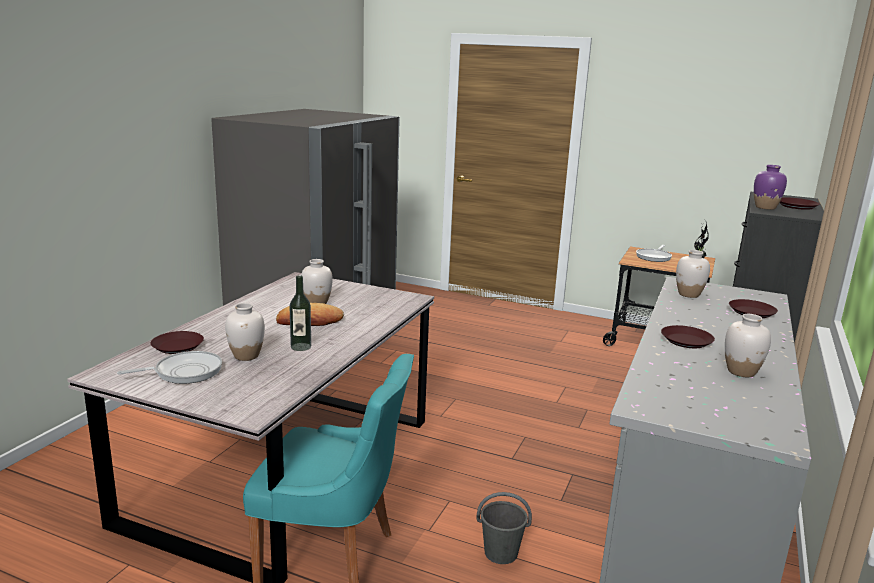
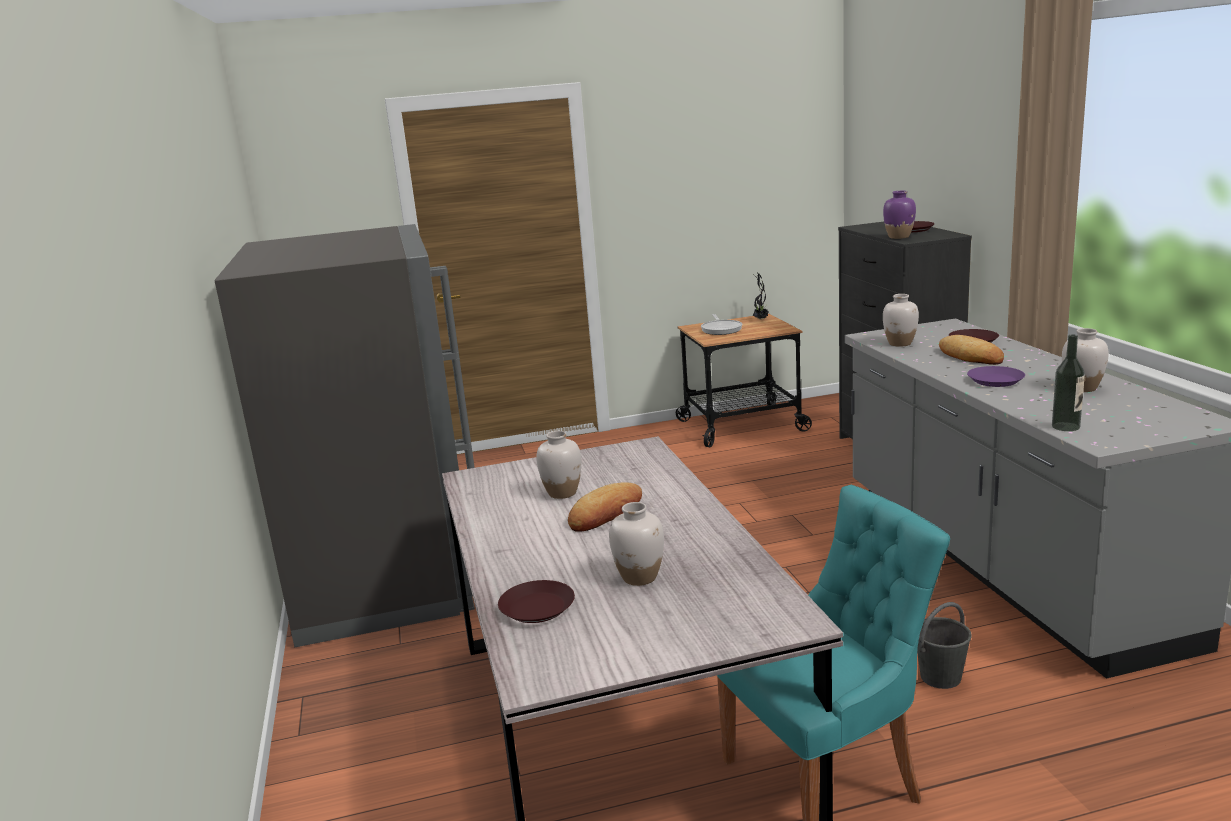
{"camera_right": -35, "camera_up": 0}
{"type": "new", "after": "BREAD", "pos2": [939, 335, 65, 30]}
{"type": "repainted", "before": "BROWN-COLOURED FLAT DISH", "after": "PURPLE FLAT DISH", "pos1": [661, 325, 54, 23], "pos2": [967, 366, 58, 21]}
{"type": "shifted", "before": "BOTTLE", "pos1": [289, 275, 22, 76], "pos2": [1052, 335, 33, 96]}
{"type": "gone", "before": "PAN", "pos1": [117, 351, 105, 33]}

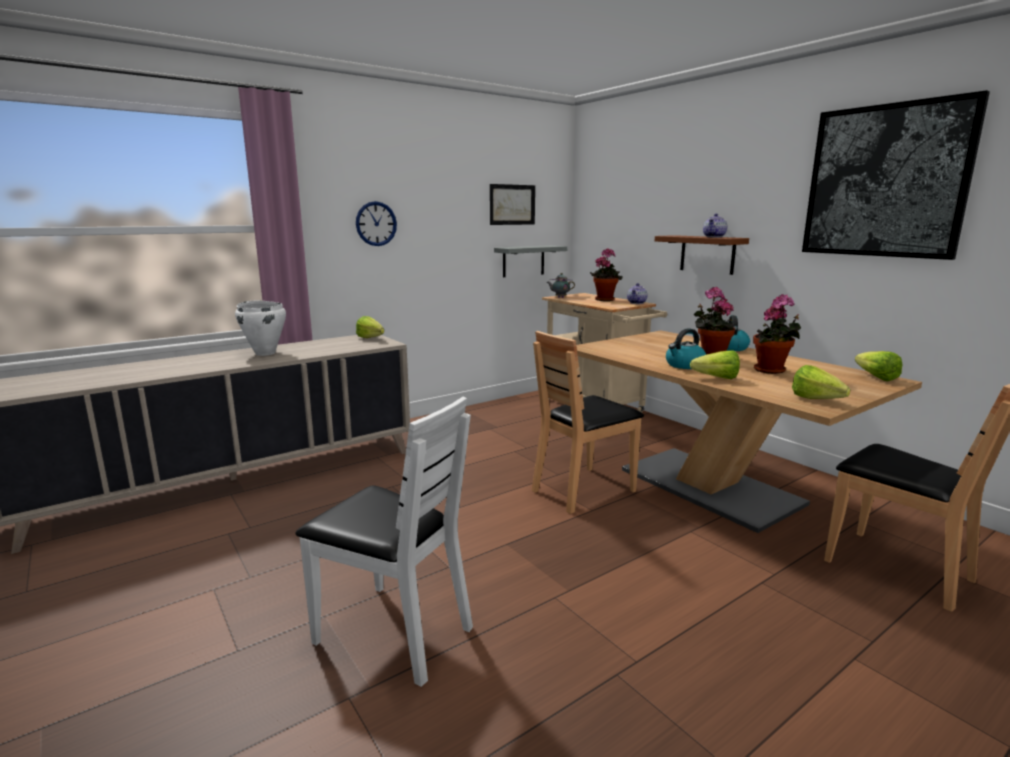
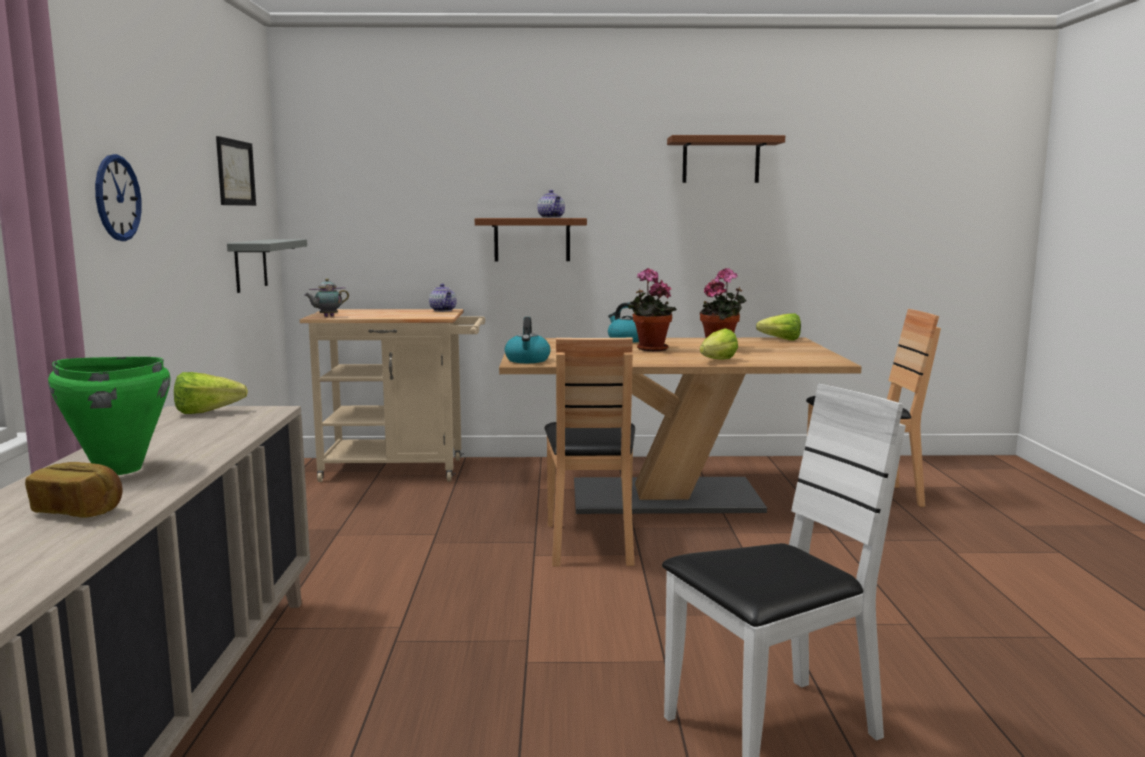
{"camera_right": -55, "camera_up": -5}
{"type": "new", "after": "BREAD", "pos2": [25, 462, 98, 56]}
{"type": "repainted", "before": "WHITISH COOKING POT", "after": "GREEN-COLOURED COOKING POT", "pos1": [235, 301, 51, 55], "pos2": [48, 357, 123, 118]}
{"type": "shifted", "before": "TEA KETTLE", "pos1": [666, 328, 40, 41], "pos2": [505, 317, 46, 46]}
{"type": "swapped", "before": "WALL ART", "after": "BROWN-COLOURED BRACKET SHELF", "pos1": [802, 90, 188, 170], "pos2": [667, 135, 118, 48]}
{"type": "gone", "before": "PLANT IN A POT", "pos1": [590, 248, 33, 53]}
{"type": "gone", "before": "LETTUCE HEAD", "pos1": [792, 365, 58, 34]}

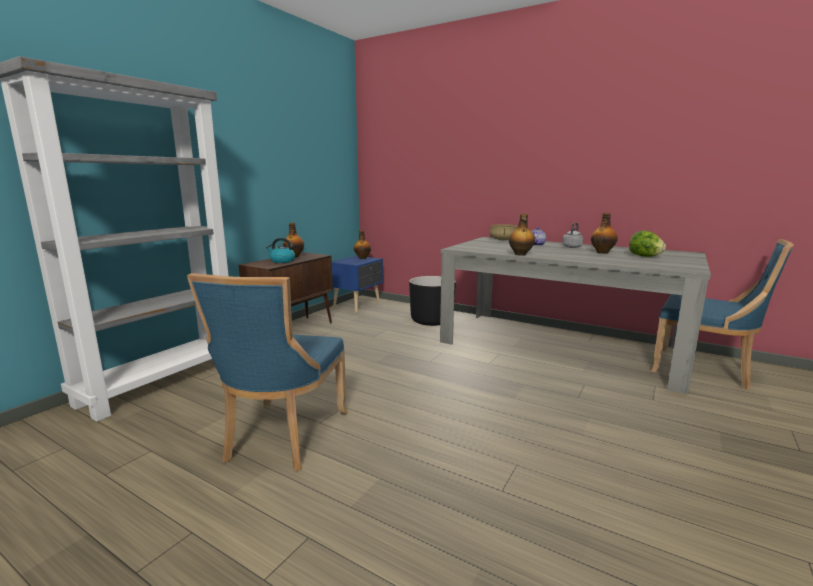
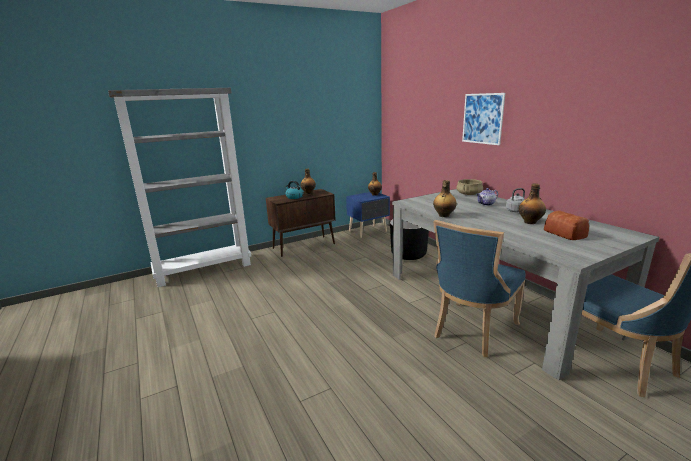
{"camera_right": 30, "camera_up": 5}
{"type": "shifted", "before": "BLUE PLAIN CHAIR", "pos1": [187, 273, 161, 198], "pos2": [433, 220, 93, 137]}
{"type": "new", "after": "WALL ART", "pos2": [462, 93, 43, 52]}
{"type": "swapped", "before": "LETTUCE HEAD", "after": "BREAD", "pos1": [629, 231, 37, 26], "pos2": [544, 210, 45, 30]}

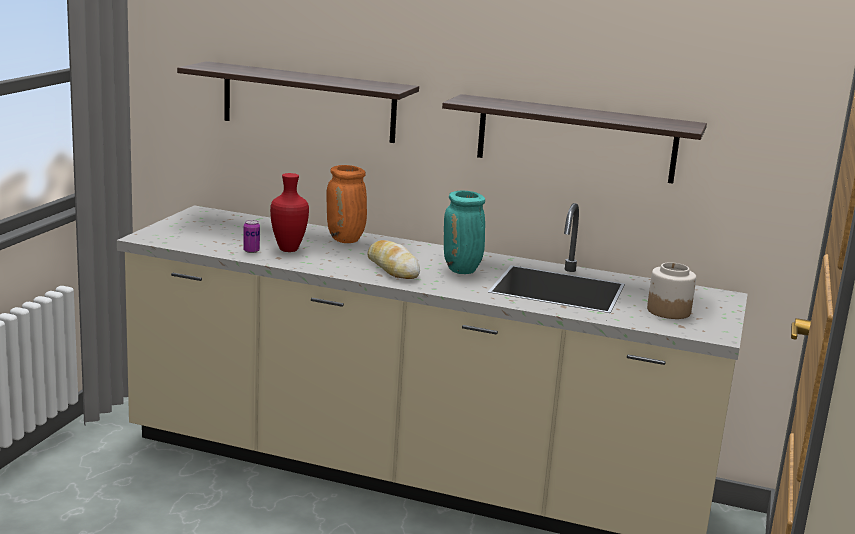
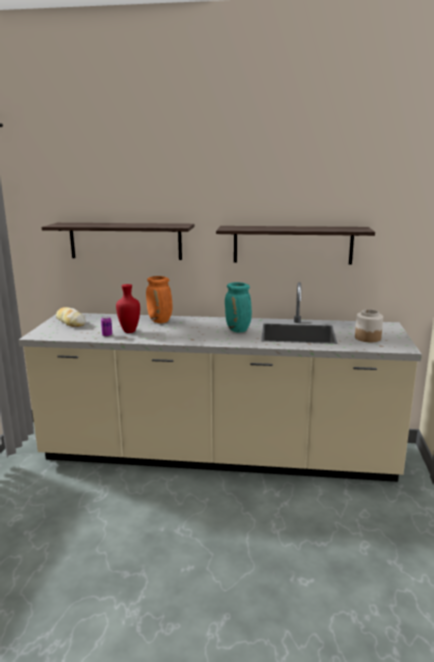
{"camera_right": -10, "camera_up": 0}
{"type": "shifted", "before": "BREAD", "pos1": [367, 240, 53, 39], "pos2": [56, 307, 30, 20]}

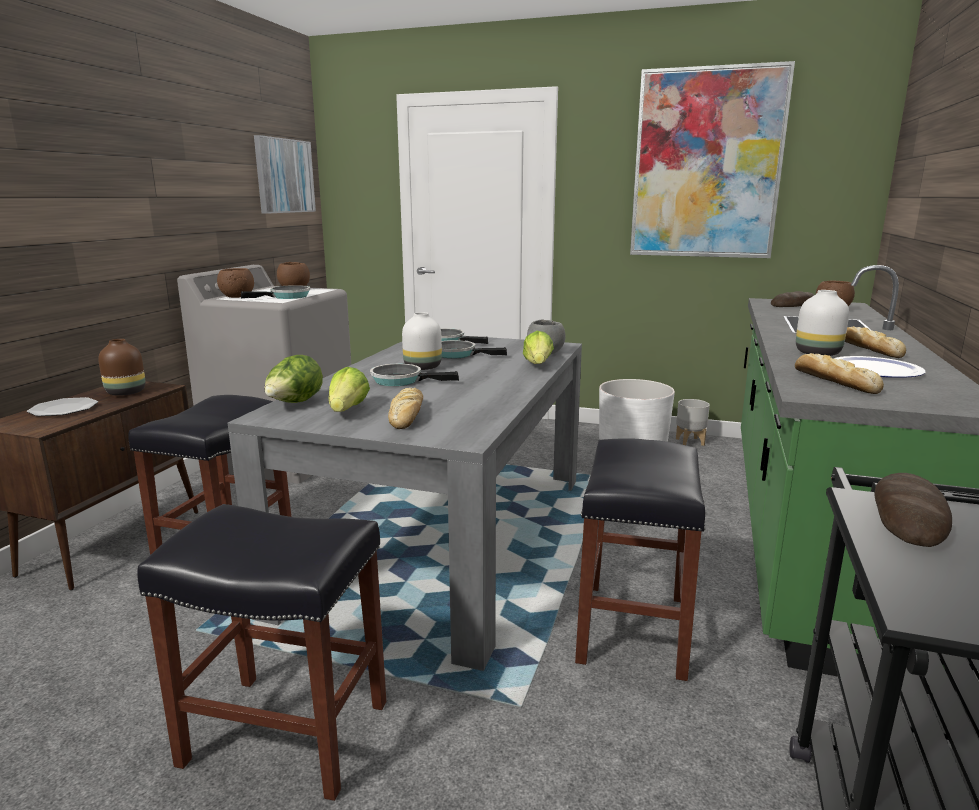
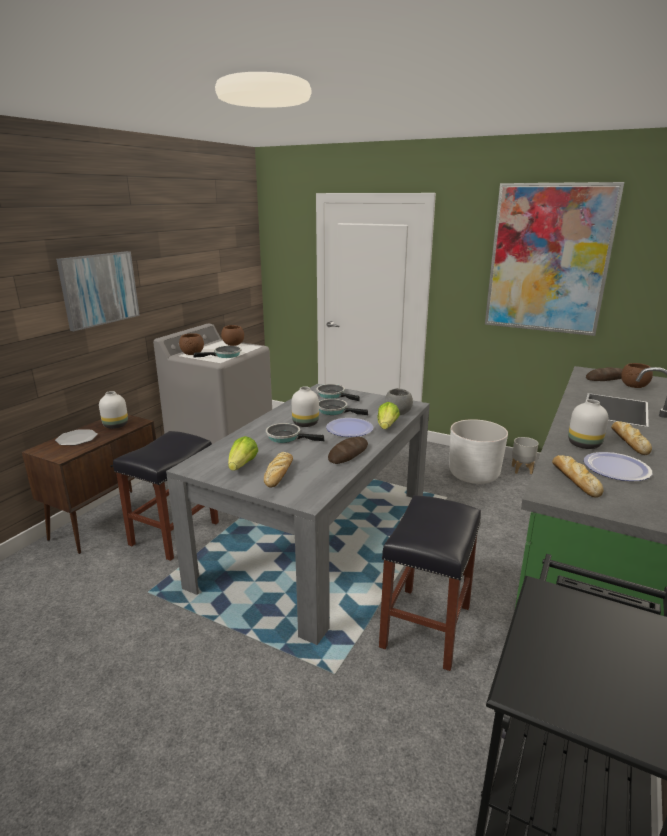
{"camera_right": 10, "camera_up": 5}
{"type": "shifted", "before": "WALL ART", "pos1": [254, 135, 62, 79], "pos2": [56, 251, 84, 80]}
{"type": "repainted", "before": "BROWN-COLOURED DECORATIVE VASE", "after": "WHITISH DECORATIVE VASE", "pos1": [98, 339, 47, 57], "pos2": [99, 391, 29, 38]}
{"type": "new", "after": "FLAT DISH", "pos2": [326, 418, 48, 19]}
{"type": "shifted", "before": "BREAD", "pos1": [874, 473, 78, 74], "pos2": [328, 437, 40, 27]}
{"type": "gone", "before": "BLACK-COLOURED STOOL SEAT", "pos1": [137, 504, 249, 297]}
{"type": "gone", "before": "LETTUCE HEAD", "pos1": [264, 355, 59, 48]}

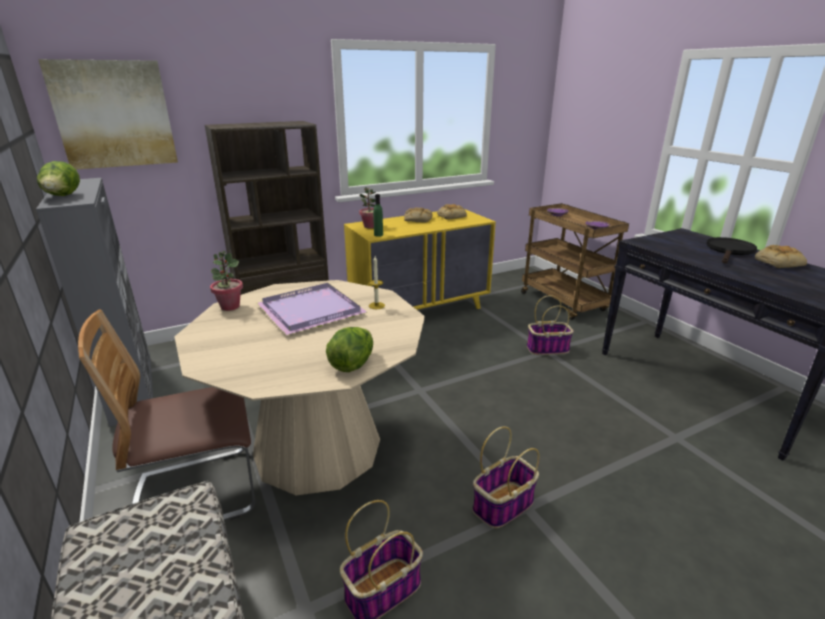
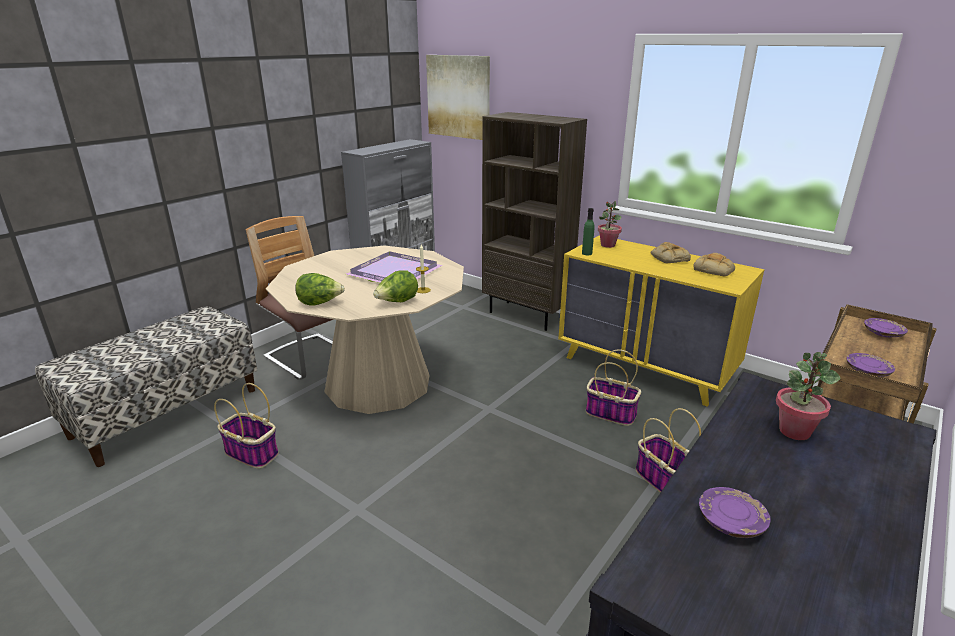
{"camera_right": 65, "camera_up": 0}
{"type": "shifted", "before": "LETTUCE HEAD", "pos1": [37, 161, 43, 35], "pos2": [373, 270, 45, 32]}
{"type": "shifted", "before": "STORAGE BASKET", "pos1": [473, 426, 67, 102], "pos2": [586, 349, 55, 77]}
{"type": "new", "after": "PURPLE FLAT DISH", "pos2": [699, 487, 72, 51]}
{"type": "shifted", "before": "PLANT IN A POT", "pos1": [210, 251, 33, 60], "pos2": [776, 352, 65, 88]}
{"type": "gone", "before": "BLACK-COLOURED PAN", "pos1": [707, 237, 50, 26]}
{"type": "gone", "before": "BREAD", "pos1": [755, 245, 52, 23]}

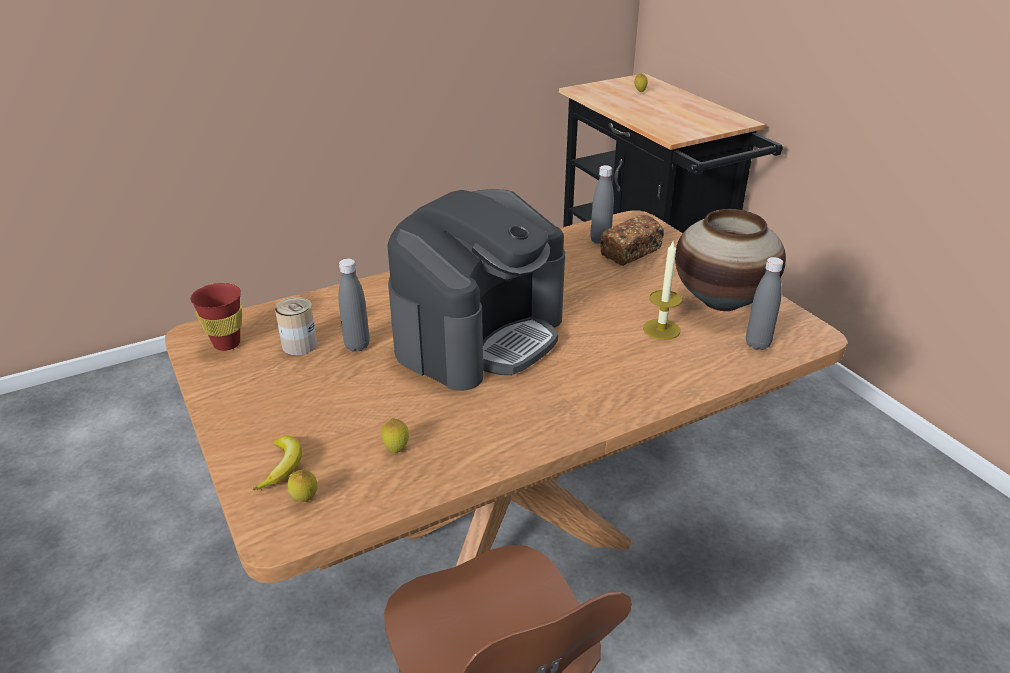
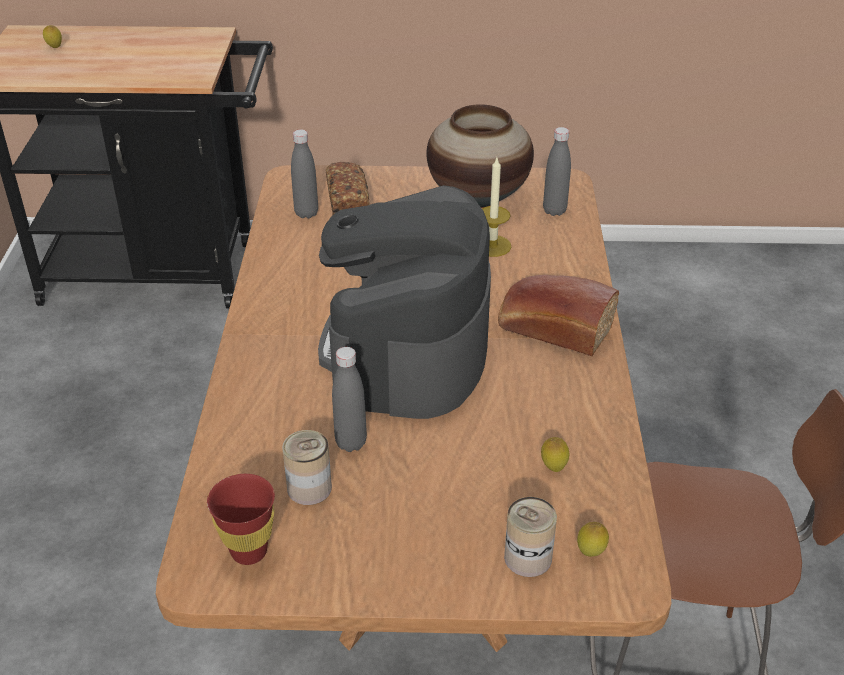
{"camera_right": -60, "camera_up": 5}
{"type": "rotated", "before": "COFFEE MACHINE", "pos1": [387, 189, 178, 202], "pos2": [318, 185, 173, 234], "turn": -150}
{"type": "new", "after": "BREAD", "pos2": [498, 275, 121, 81]}
{"type": "swapped", "before": "BANANA", "after": "METAL CAN", "pos1": [253, 436, 49, 54], "pos2": [504, 497, 53, 80]}

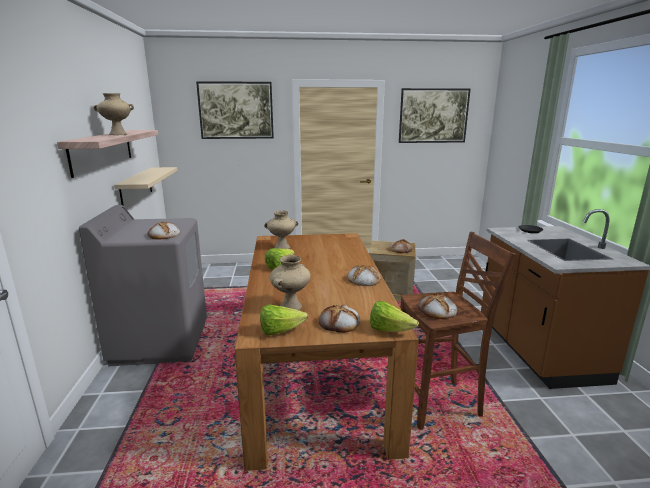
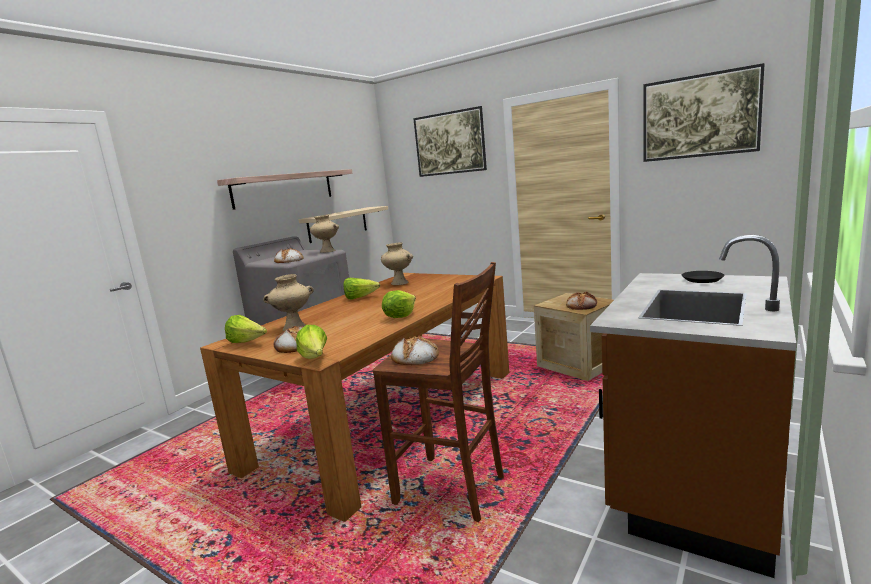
{"camera_right": 40, "camera_up": -5}
{"type": "shifted", "before": "BEIGE-COLOURED DECORATIVE VASE", "pos1": [94, 93, 40, 42], "pos2": [310, 215, 29, 38]}
{"type": "swapped", "before": "BREAD", "after": "LETTUCE HEAD", "pos1": [347, 265, 34, 21], "pos2": [382, 290, 34, 28]}

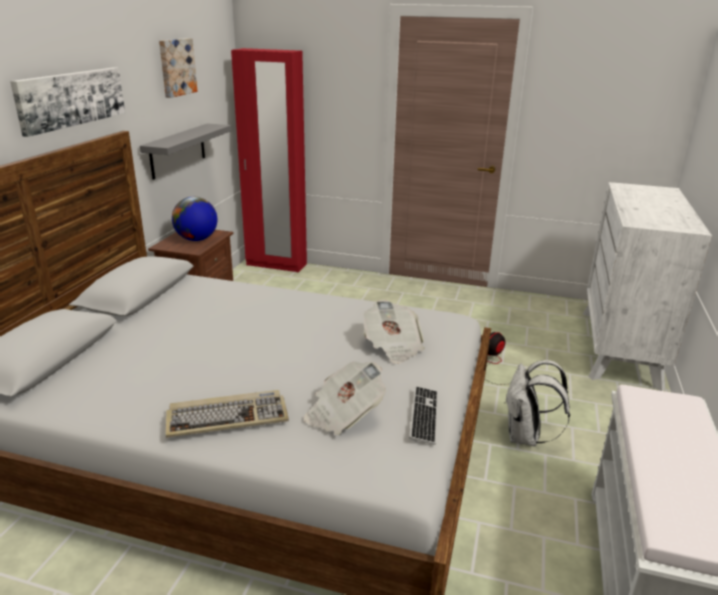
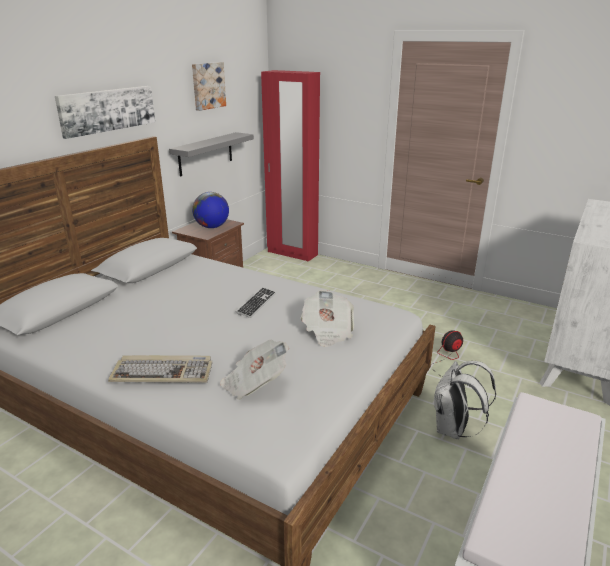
{"camera_right": 15, "camera_up": 0}
{"type": "shifted", "before": "PC KEYBOARD", "pos1": [409, 386, 29, 59], "pos2": [236, 287, 40, 31]}

